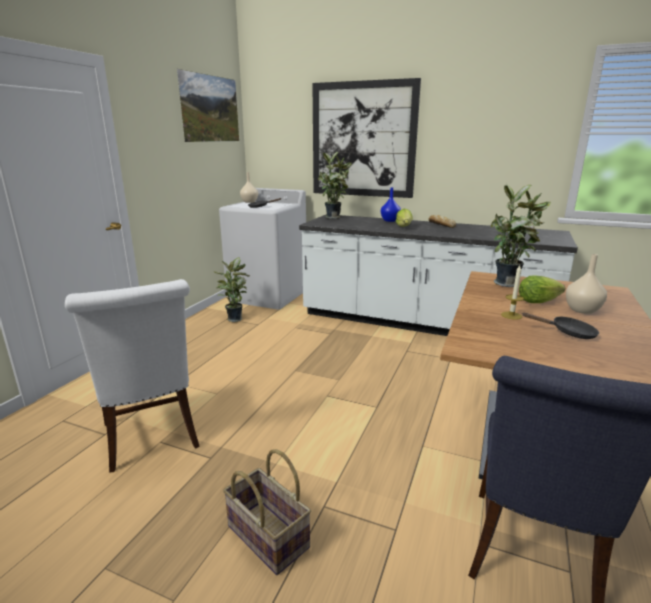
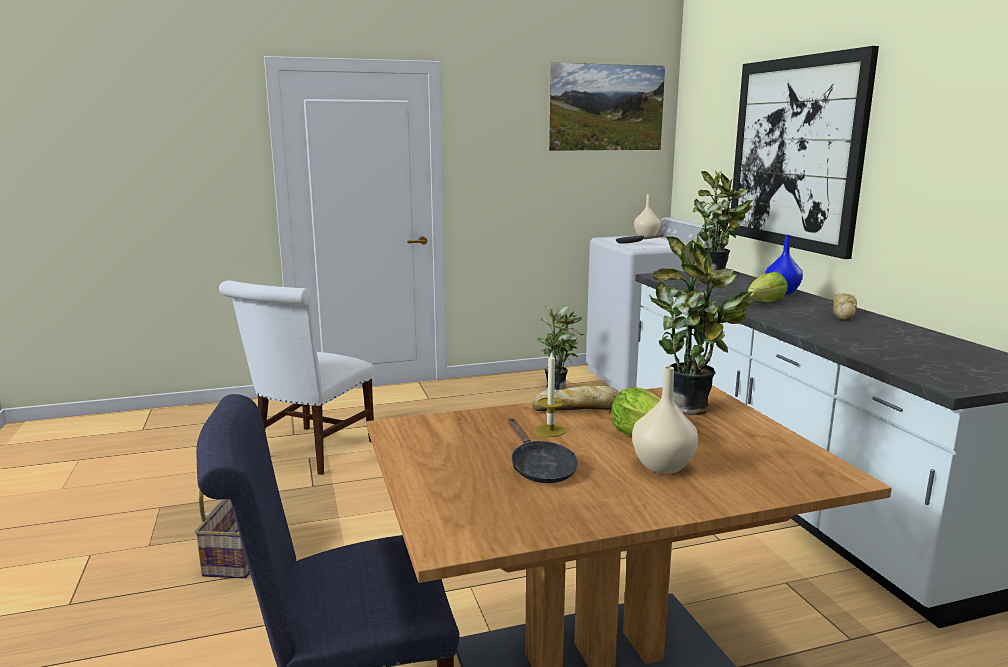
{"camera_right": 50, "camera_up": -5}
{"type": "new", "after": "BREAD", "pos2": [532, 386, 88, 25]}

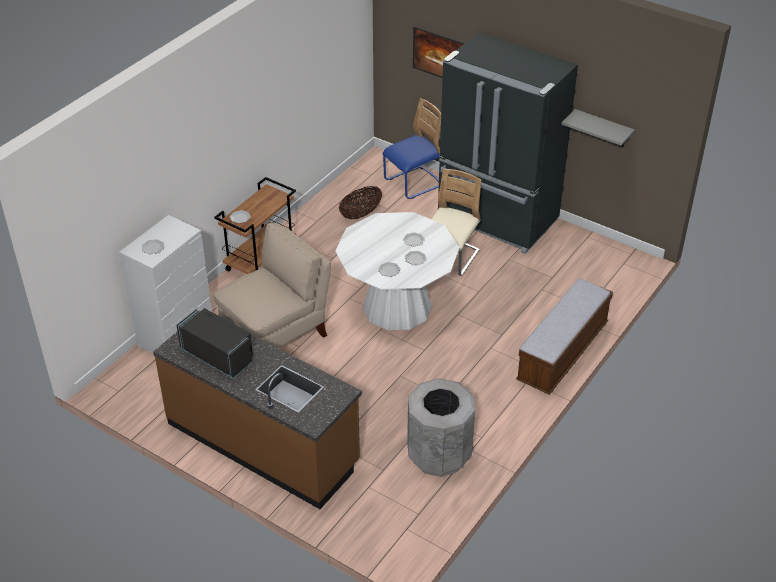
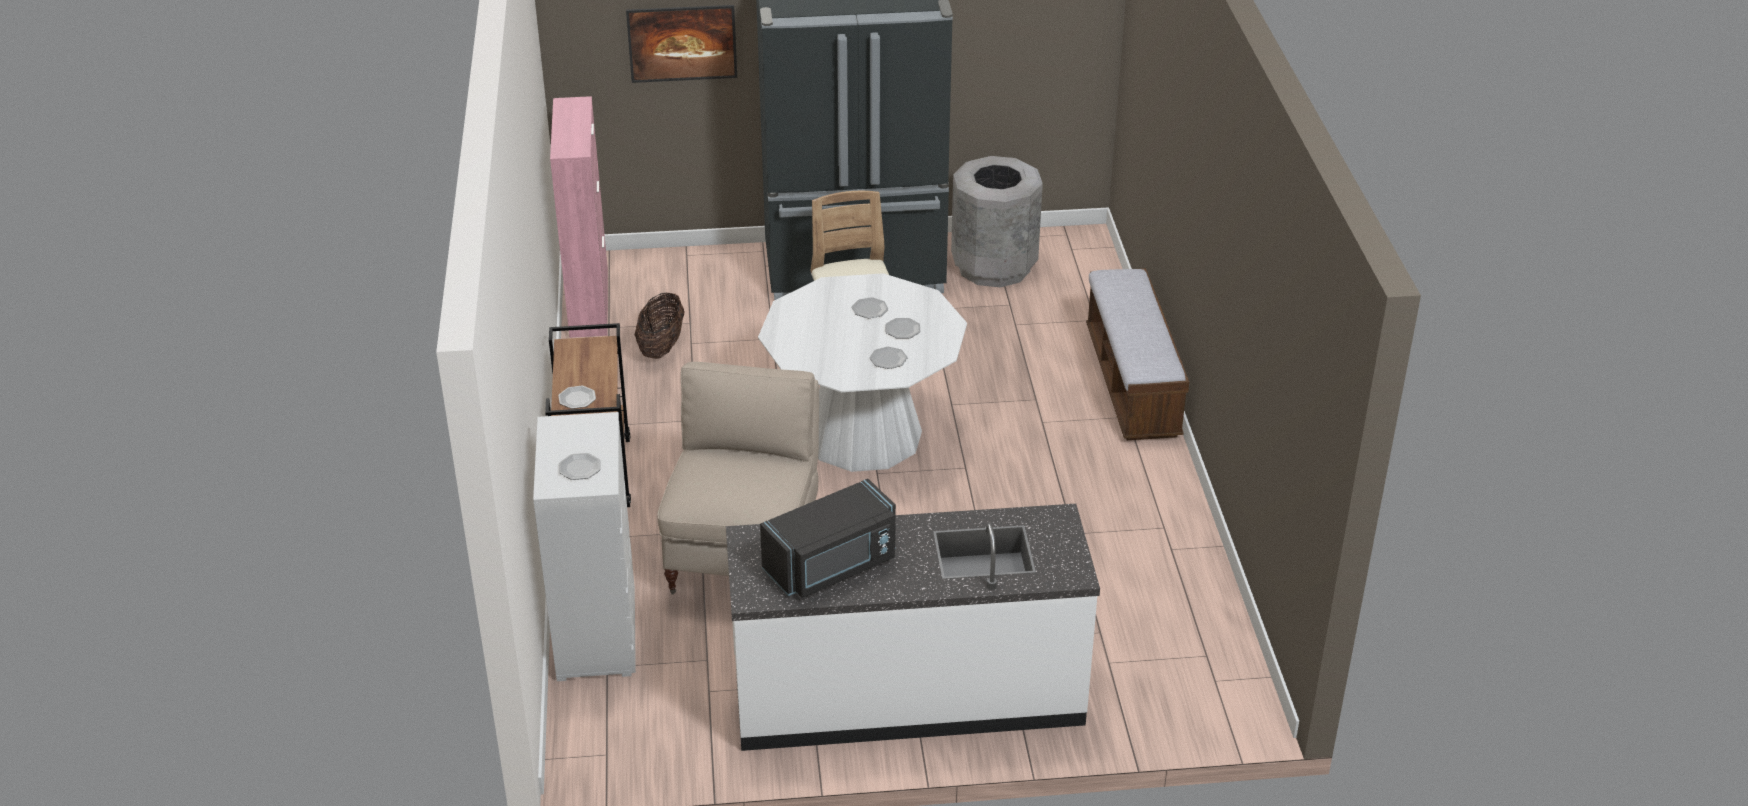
{"camera_right": -40, "camera_up": -5}
{"type": "new", "after": "PINKISH CABINET", "pos2": [550, 96, 58, 242]}
{"type": "repainted", "before": "BROWN-COLOURED KITCHEN COUNTER", "after": "WHITISH KITCHEN COUNTER", "pos1": [153, 331, 209, 178], "pos2": [726, 504, 374, 247]}
{"type": "rotated", "before": "BLACK-COLOURED MICROWAVE OVEN", "pos1": [177, 308, 76, 71], "pos2": [760, 479, 136, 119], "turn": 150}
{"type": "shifted", "before": "GREYISH WASTE BIN", "pos1": [407, 378, 68, 99], "pos2": [951, 156, 92, 131]}
{"type": "gone", "before": "BLUE PLAIN CHAIR", "pos1": [383, 98, 58, 101]}
{"type": "gone", "before": "GREYISH BRACKET SHELF", "pos1": [561, 109, 74, 38]}

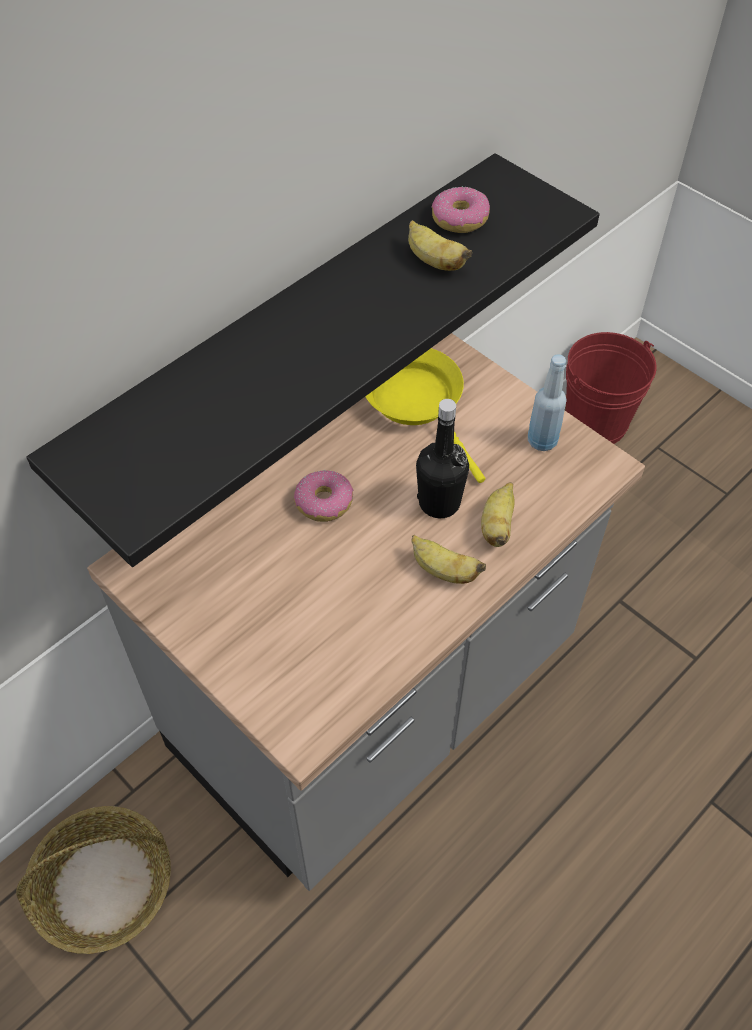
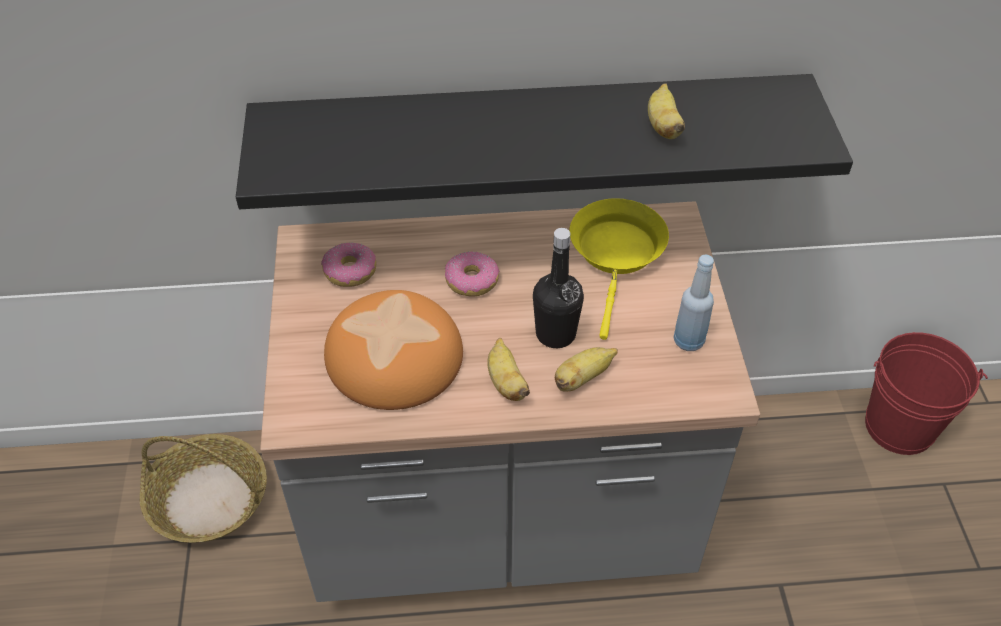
{"camera_right": 40, "camera_up": -5}
{"type": "shifted", "before": "DOUGHNUT", "pos1": [431, 186, 59, 47], "pos2": [321, 242, 55, 45]}
{"type": "new", "after": "BREAD", "pos2": [324, 290, 139, 120]}

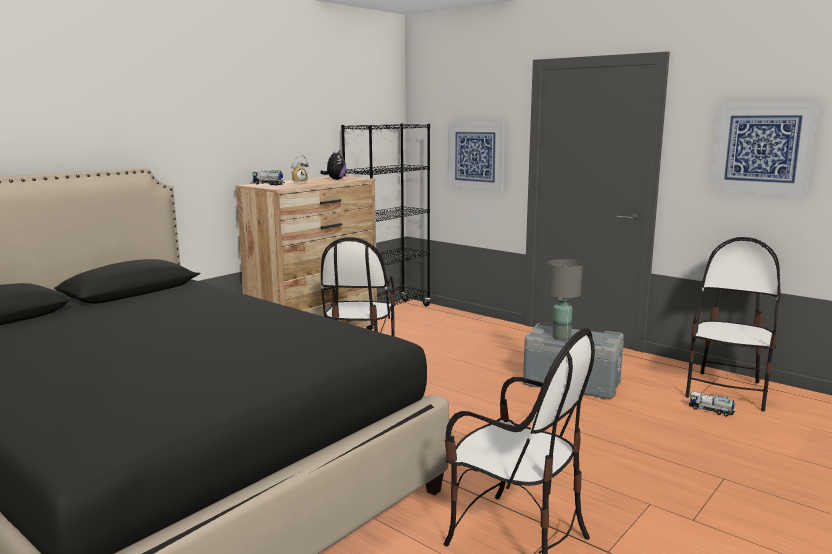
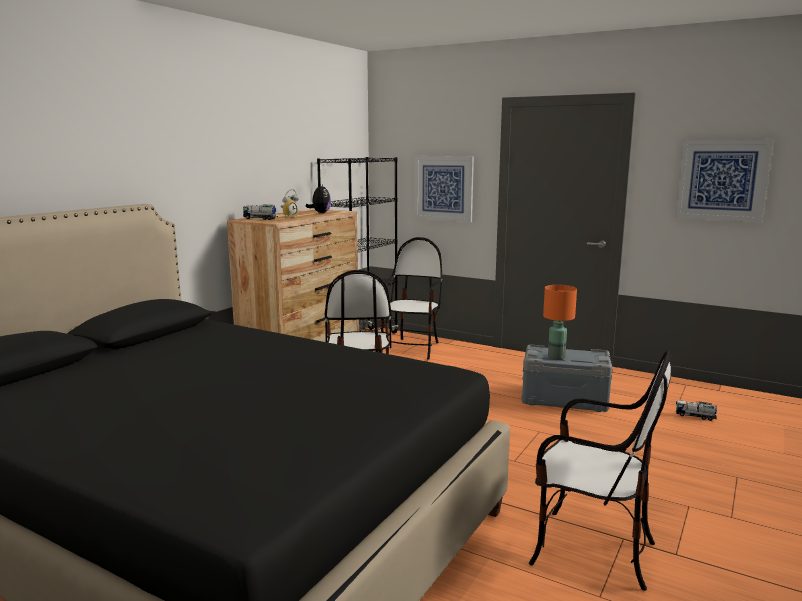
{"camera_right": -10, "camera_up": 0}
{"type": "shifted", "before": "PLAIN CHAIR", "pos1": [685, 237, 96, 175], "pos2": [381, 237, 61, 123]}
{"type": "repainted", "before": "GREYISH TABLE LAMP", "after": "ORANGE TABLE LAMP", "pos1": [547, 259, 36, 81], "pos2": [543, 285, 34, 75]}

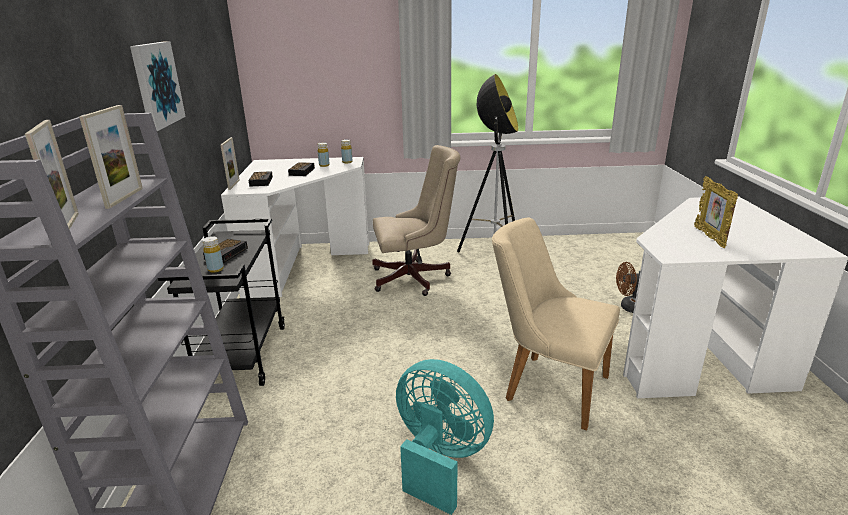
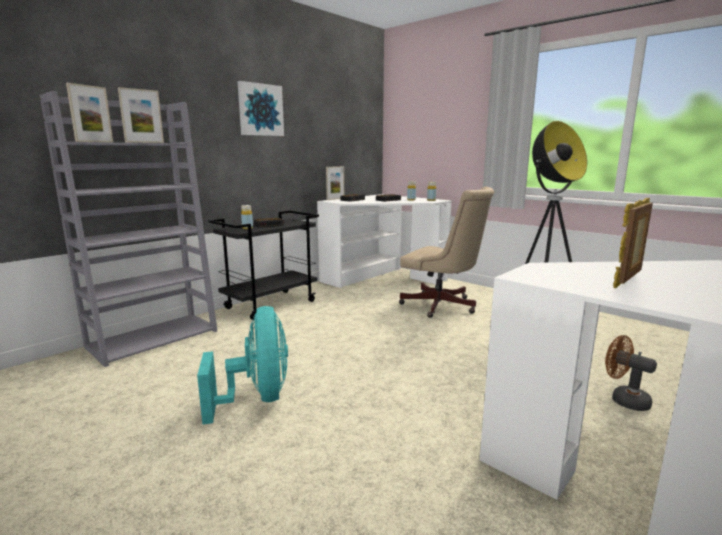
{"camera_right": 45, "camera_up": -10}
{"type": "gone", "before": "BEIGE-COLOURED PLAIN CHAIR", "pos1": [492, 217, 128, 214]}

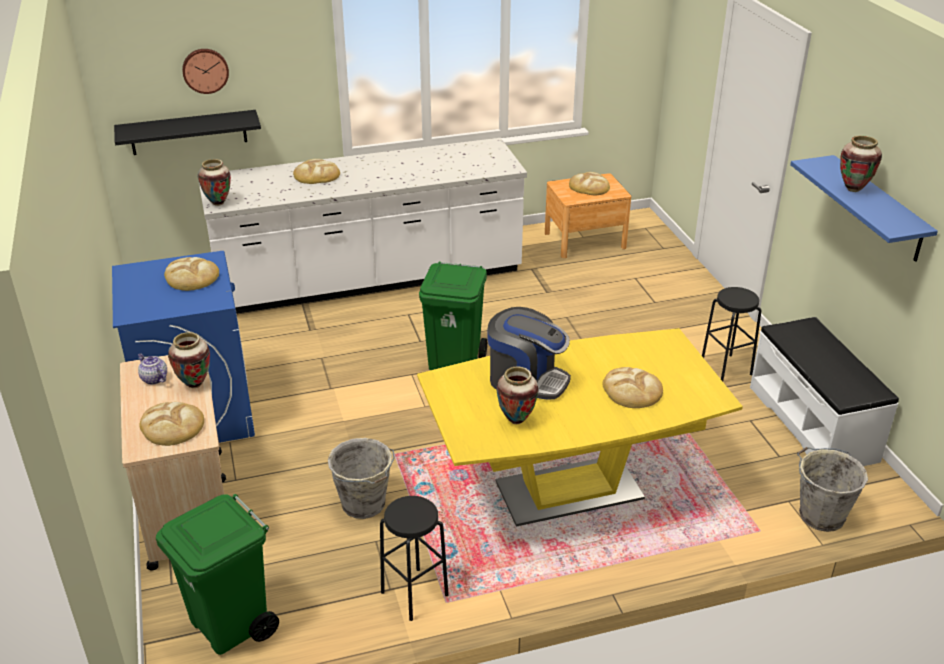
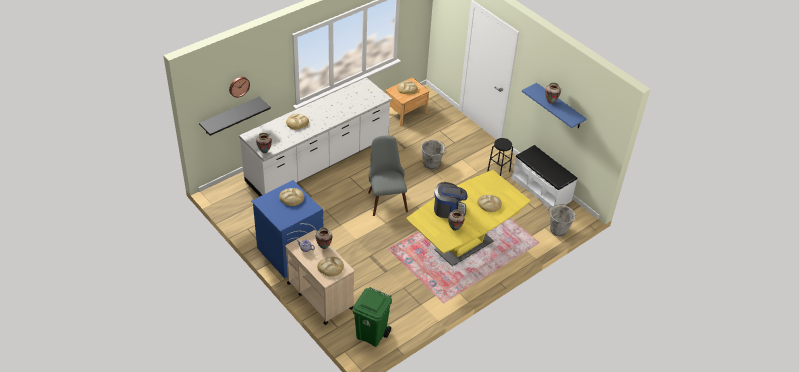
{"camera_right": -25, "camera_up": 10}
{"type": "swapped", "before": "GREEN-COLOURED WASTE BIN", "after": "GREYISH PLAIN CHAIR", "pos1": [419, 262, 68, 108], "pos2": [368, 136, 40, 80]}
{"type": "shifted", "before": "GREYISH BUCKET", "pos1": [328, 438, 67, 81], "pos2": [421, 140, 26, 30]}
{"type": "gone", "before": "BLACK-COLOURED STOOL SEAT", "pos1": [380, 496, 69, 125]}

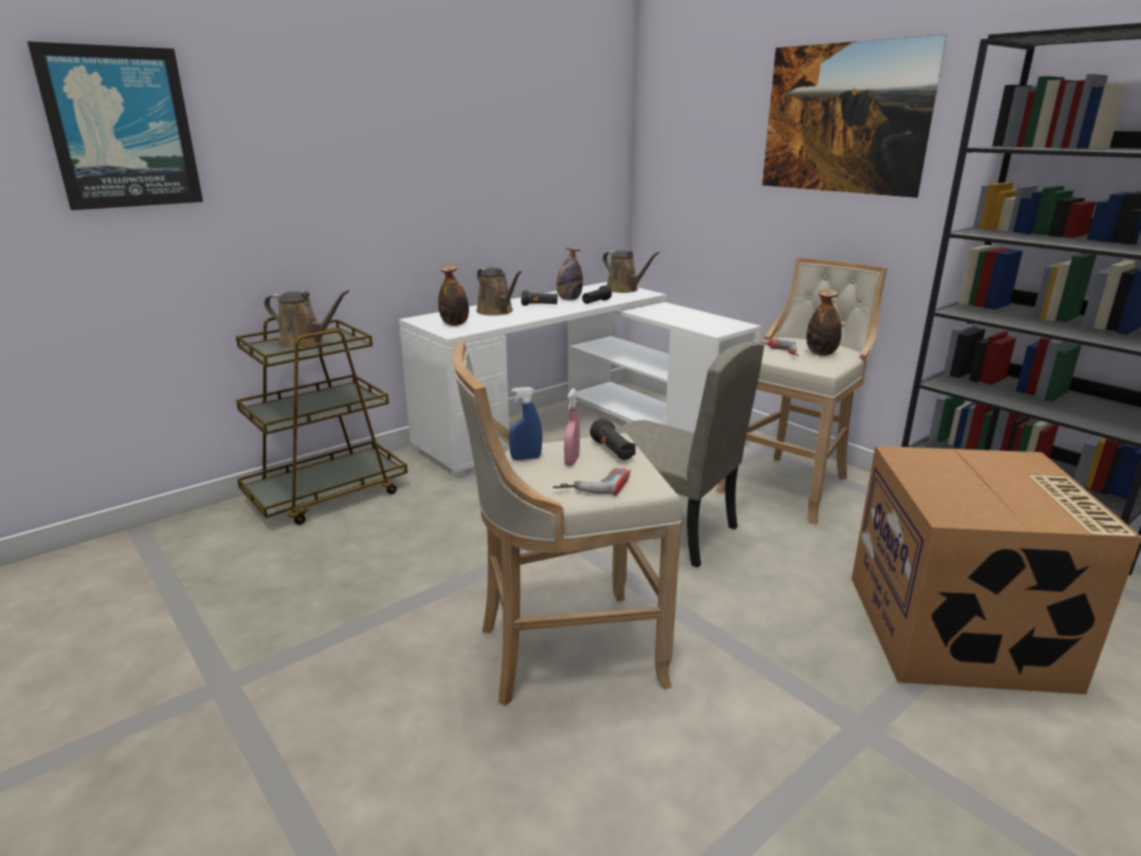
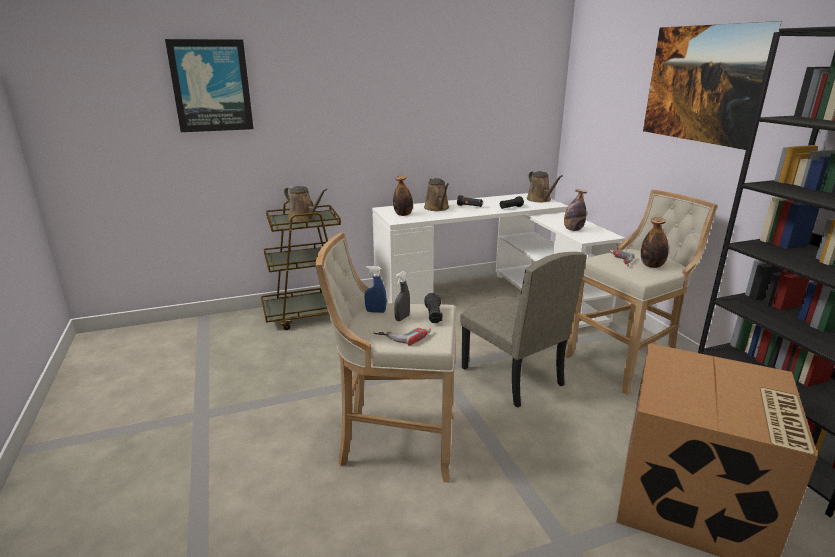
{"camera_right": 20, "camera_up": 0}
{"type": "repainted", "before": "PINKISH HAND SPRAYER", "after": "GREYISH HAND SPRAYER", "pos1": [564, 388, 16, 78], "pos2": [394, 271, 16, 50]}
{"type": "shifted", "before": "BOTTLE", "pos1": [556, 247, 27, 53], "pos2": [564, 189, 23, 42]}

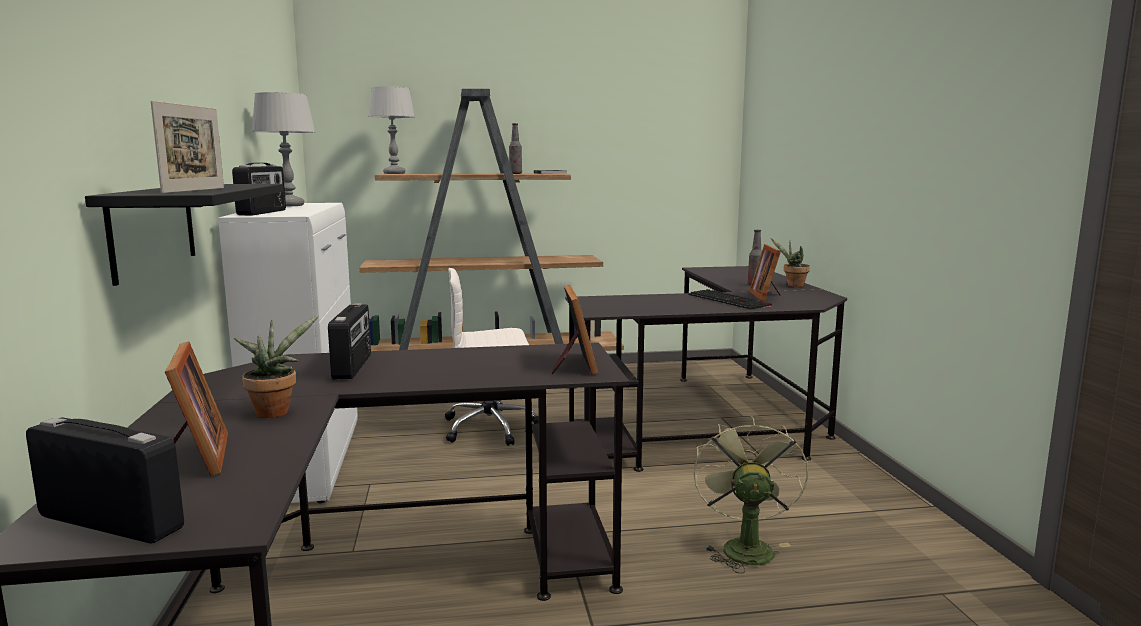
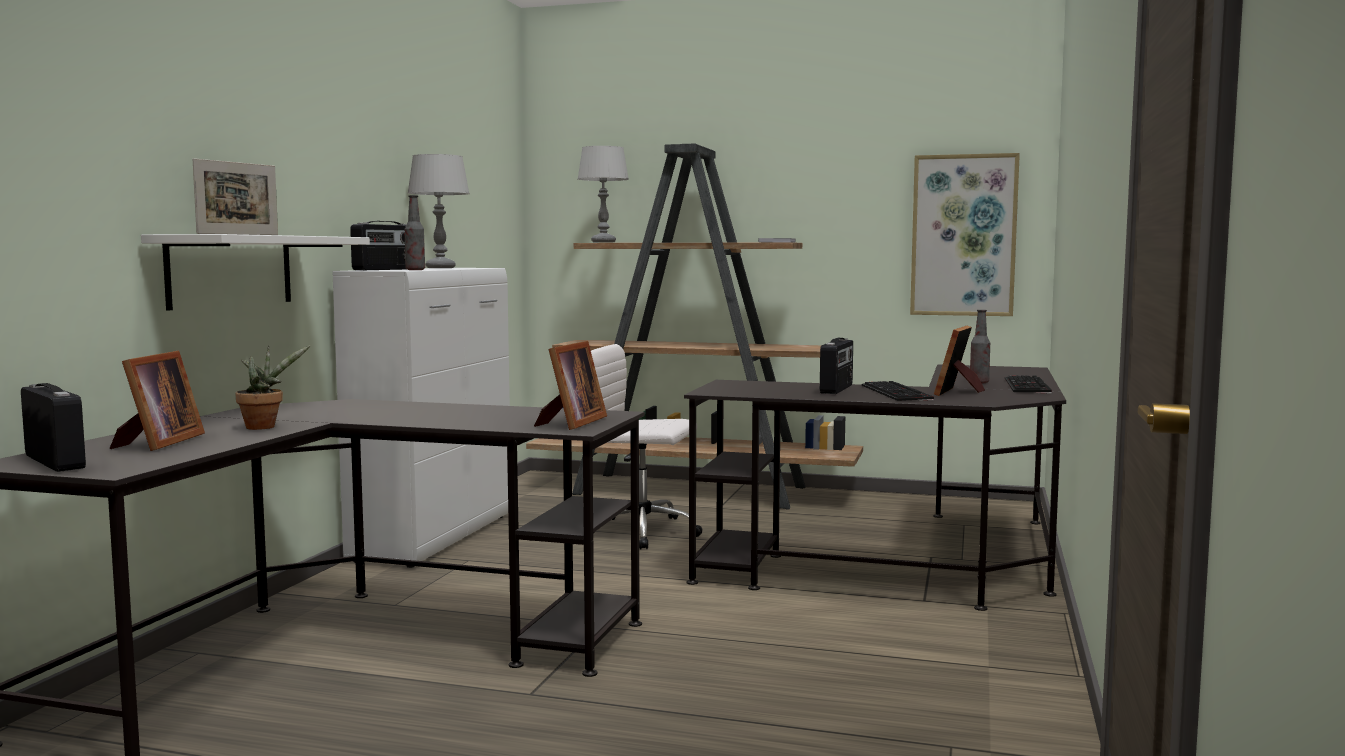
{"camera_right": 25, "camera_up": -5}
{"type": "repainted", "before": "BLACK-COLOURED BRACKET SHELF", "after": "WHITISH BRACKET SHELF", "pos1": [85, 184, 199, 102], "pos2": [141, 234, 229, 77]}
{"type": "shifted", "before": "BOTTLE", "pos1": [509, 123, 13, 51], "pos2": [405, 195, 20, 75]}
{"type": "shifted", "before": "RADIO", "pos1": [328, 303, 43, 76], "pos2": [820, 338, 33, 56]}
{"type": "new", "after": "WALL ART", "pos2": [910, 153, 110, 163]}
{"type": "swapped", "before": "PLANT IN A POT", "after": "PC KEYBOARD", "pos1": [771, 238, 39, 49], "pos2": [1005, 376, 47, 18]}
{"type": "gone", "before": "GREEN-COLOURED FAN", "pos1": [694, 416, 114, 158]}

